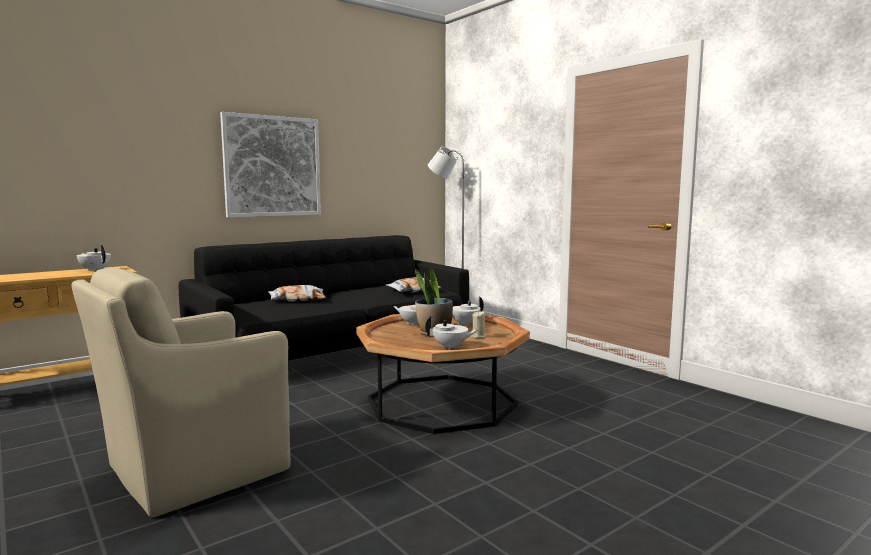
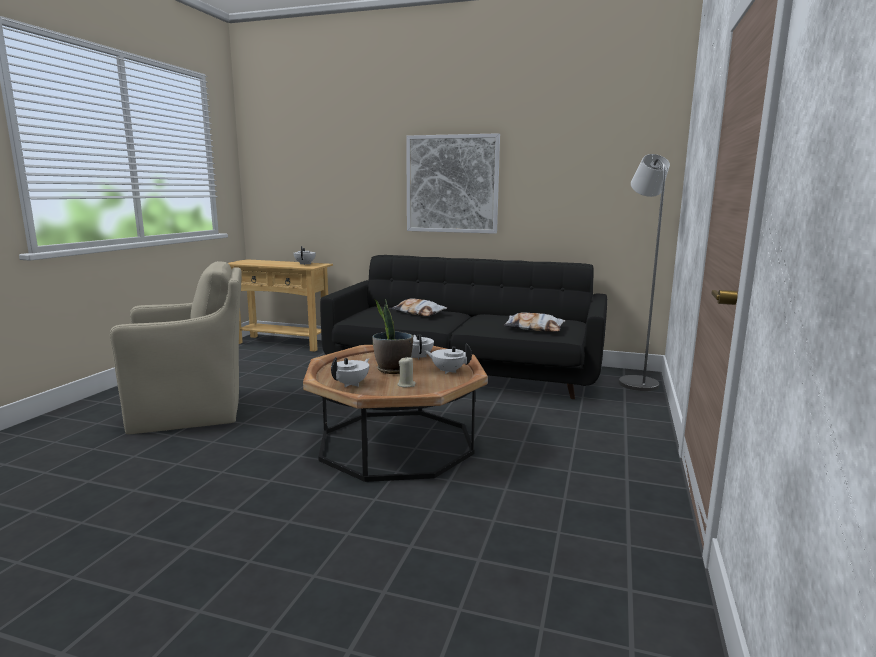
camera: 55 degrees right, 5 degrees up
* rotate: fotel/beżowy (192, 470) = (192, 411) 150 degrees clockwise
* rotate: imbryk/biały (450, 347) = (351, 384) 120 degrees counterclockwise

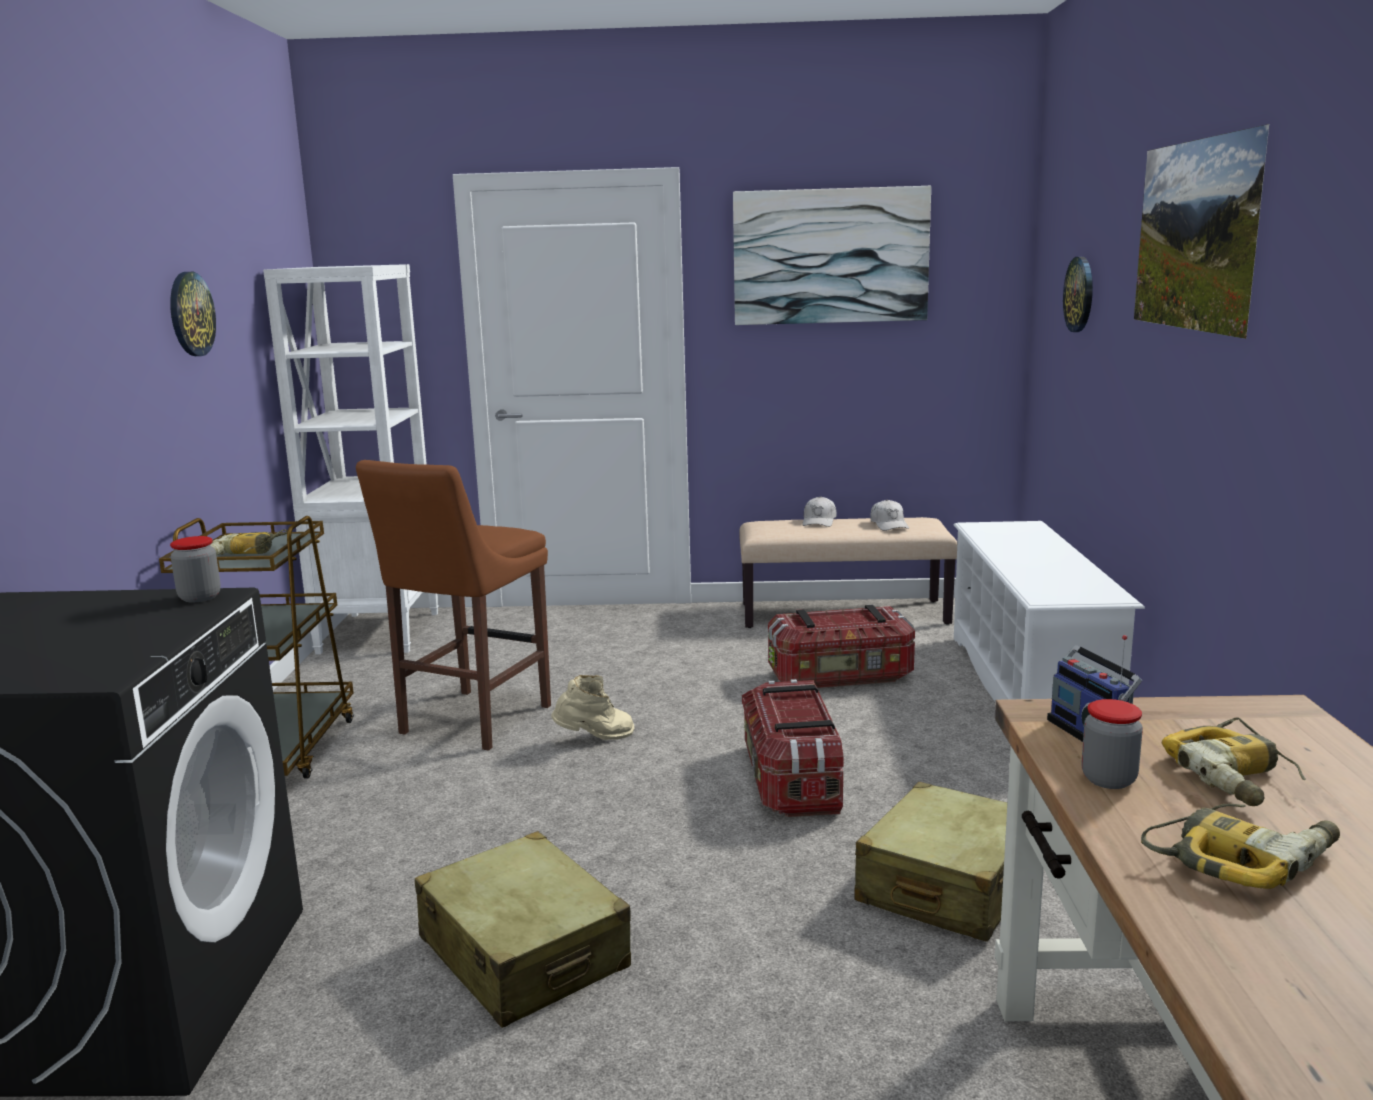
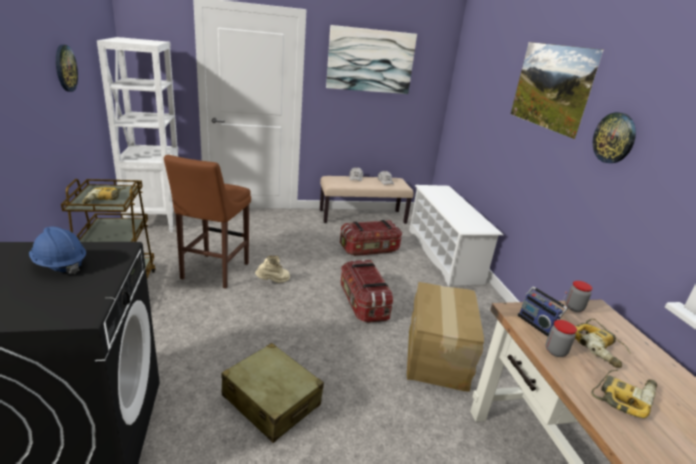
camera: 15 degrees left, 10 degrees up
* insert: kask/niebieski (60, 264)
* move: słoik (200, 597) to (574, 308)
* move: zegar ścienny (1080, 294) to (614, 138)
* replace: walizka/beżowy (948, 886) to karton (438, 356)

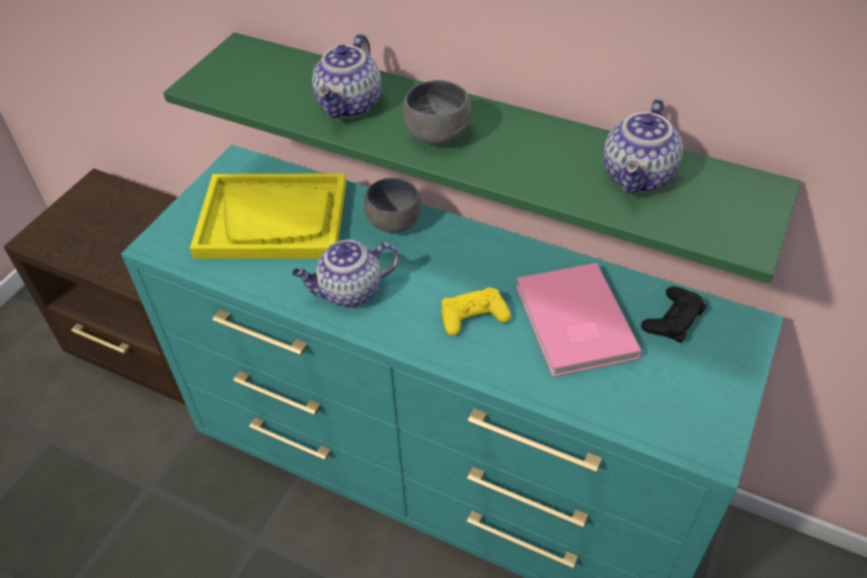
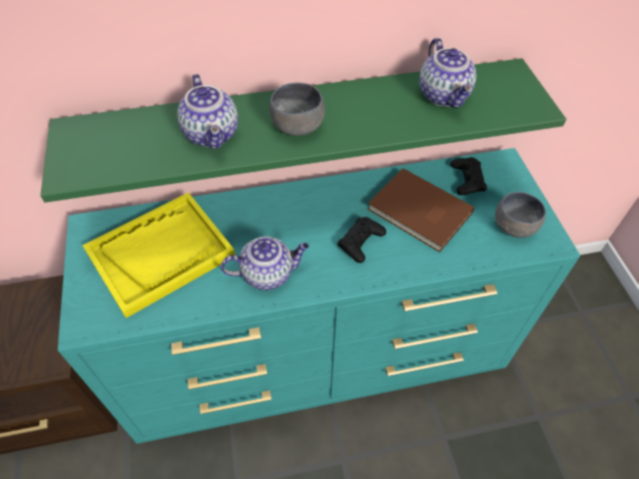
camera: 40 degrees left, 5 degrees up
* move: miska/szary (396, 223) to (514, 226)
* recolor: pad do gier/żółty (473, 315) to pad do gier/czarny (361, 242)
* recolor: książka/różowy (572, 323) to książka/brązowy (419, 213)
* rotate: imbryk (349, 292) = (268, 274) 135 degrees counterclockwise

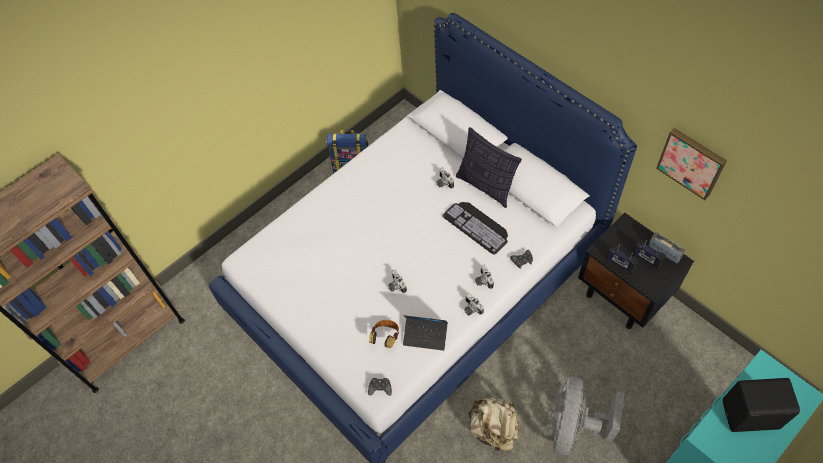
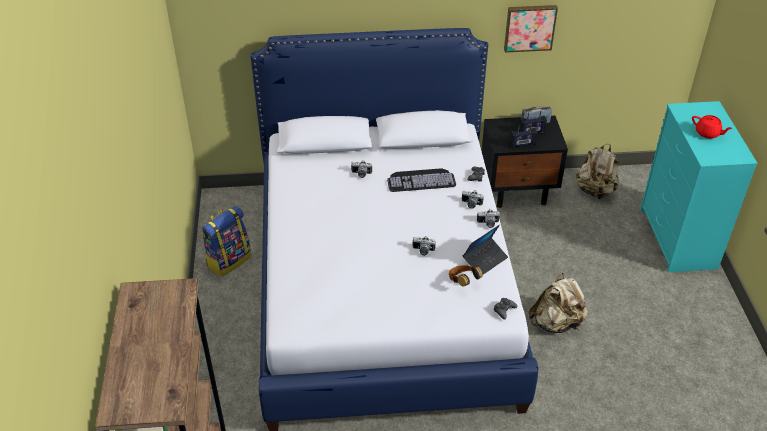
camera: 55 degrees left, 15 degrees down
* delete: poduszka (486, 186)
* delete: wentylator/szary (573, 427)
* insert: plecak/beżowy (595, 190)
* replace: głośnik/czarny (751, 416) to imbryk/czerwony (708, 133)

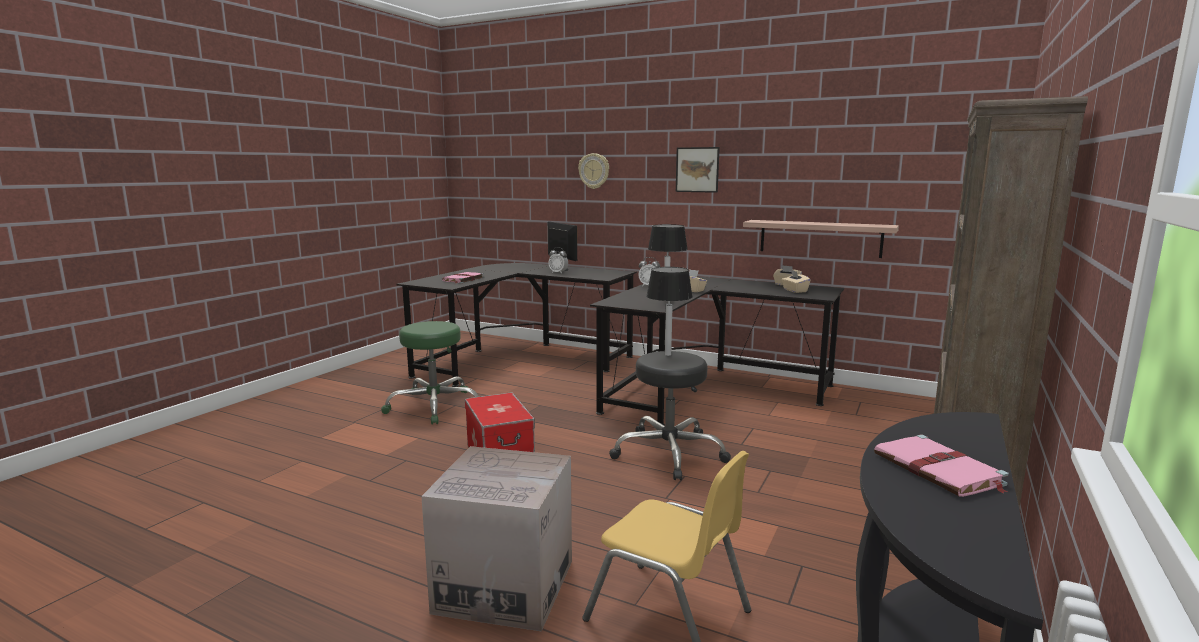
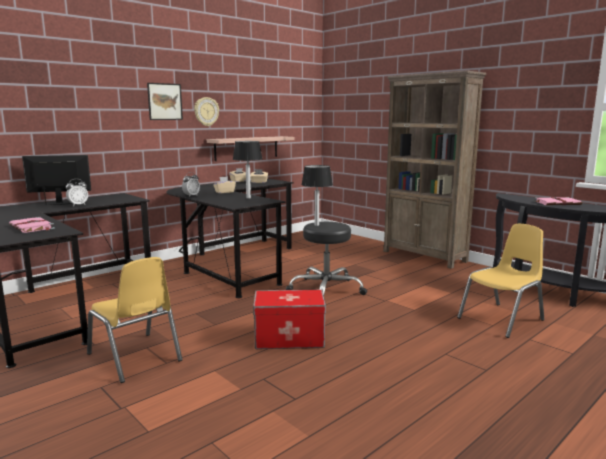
camera: 70 degrees left, 0 degrees up
* delete: karton (505, 586)
* move: zegar ścienny (594, 171) to (206, 111)
* replace: stołek/zielony (435, 406) to krzesło/żółty (135, 357)

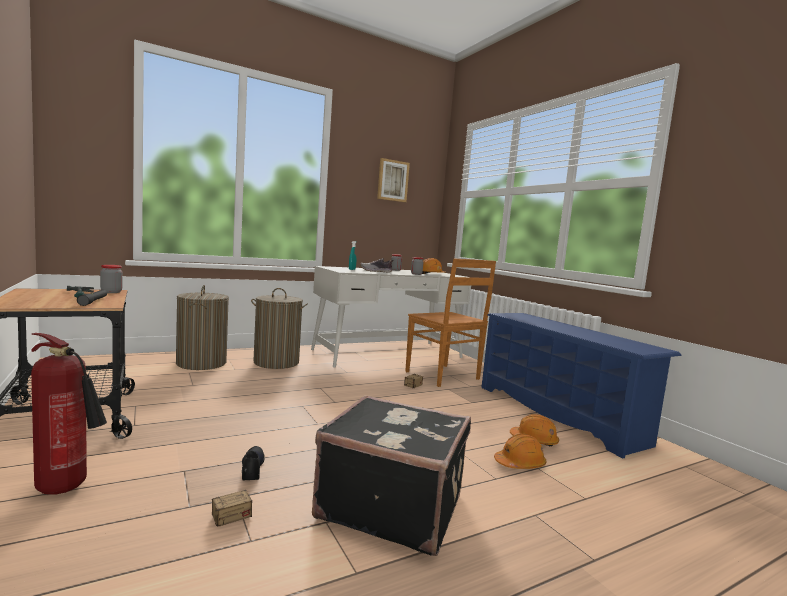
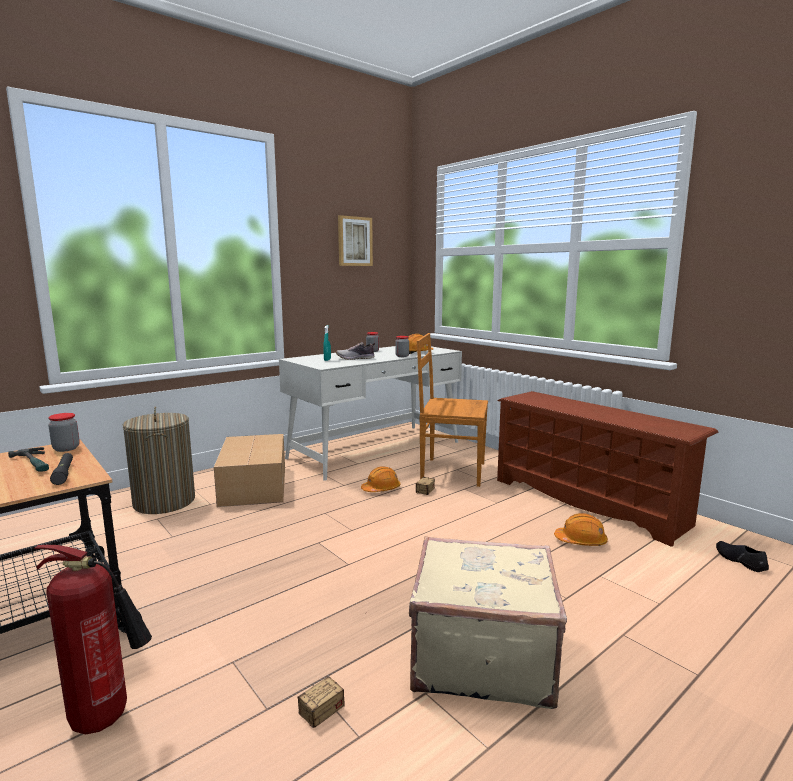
camera: 10 degrees left, 5 degrees up
* move: but/czarny (252, 467) to (740, 560)
* move: kask/pomarańczowy (520, 464) to (381, 489)
* replace: kosz na pranie (276, 362) to karton (254, 484)
* recolor: walizka/czarny (391, 504) to walizka/beżowy (481, 655)
* recolor: regał na buty/niebieski (559, 414) to regał na buty/brązowy (589, 501)
* rotate: krzesło/brązowy (443, 376) = (451, 471) 150 degrees clockwise

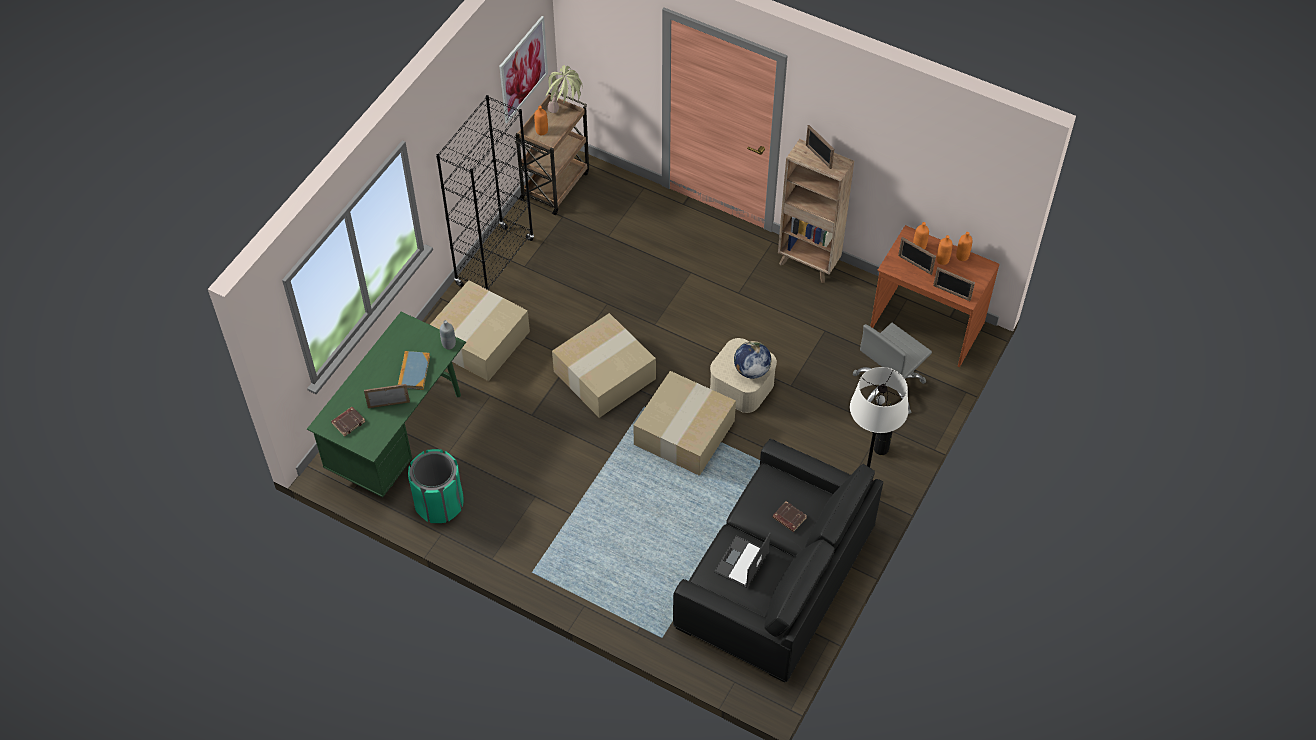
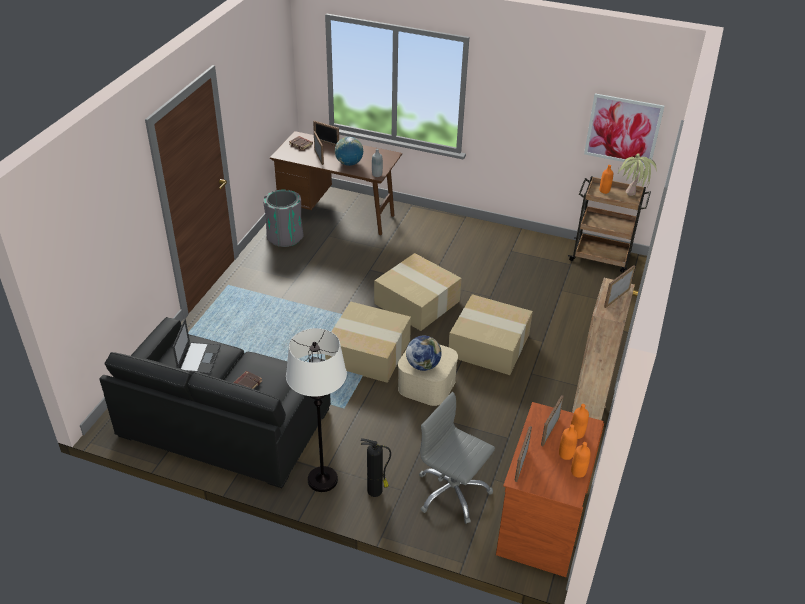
camera: 80 degrees right, 15 degrees down
* delete: regał/czarny (495, 262)
* insert: ramka na zdjęcie (326, 143)
* move: karton (479, 339) to (490, 345)
* replace: książka (414, 371) to globus (349, 163)
* recolor: biurko/zielony (399, 437) to biurko/brązowy (338, 214)
* recolor: kosz na śmieci/zielony (439, 503) to kosz na śmieci/szary (285, 237)
* rotate: laptop (741, 563) = (199, 358) 75 degrees clockwise

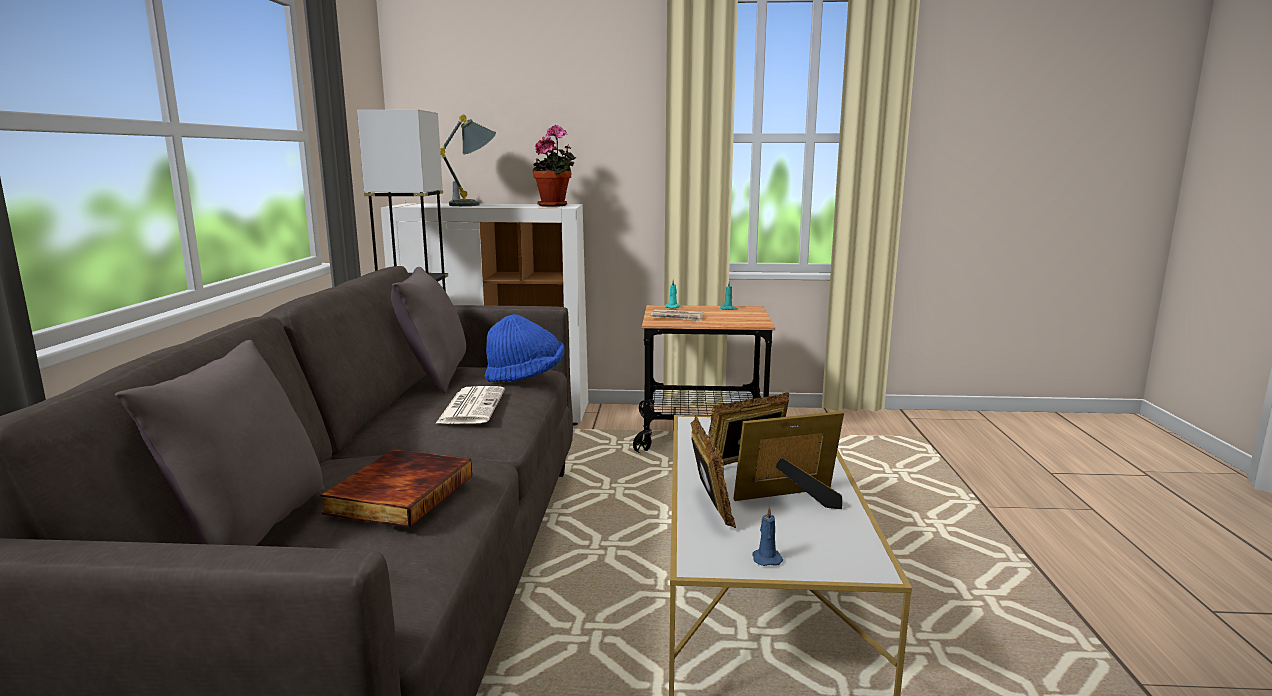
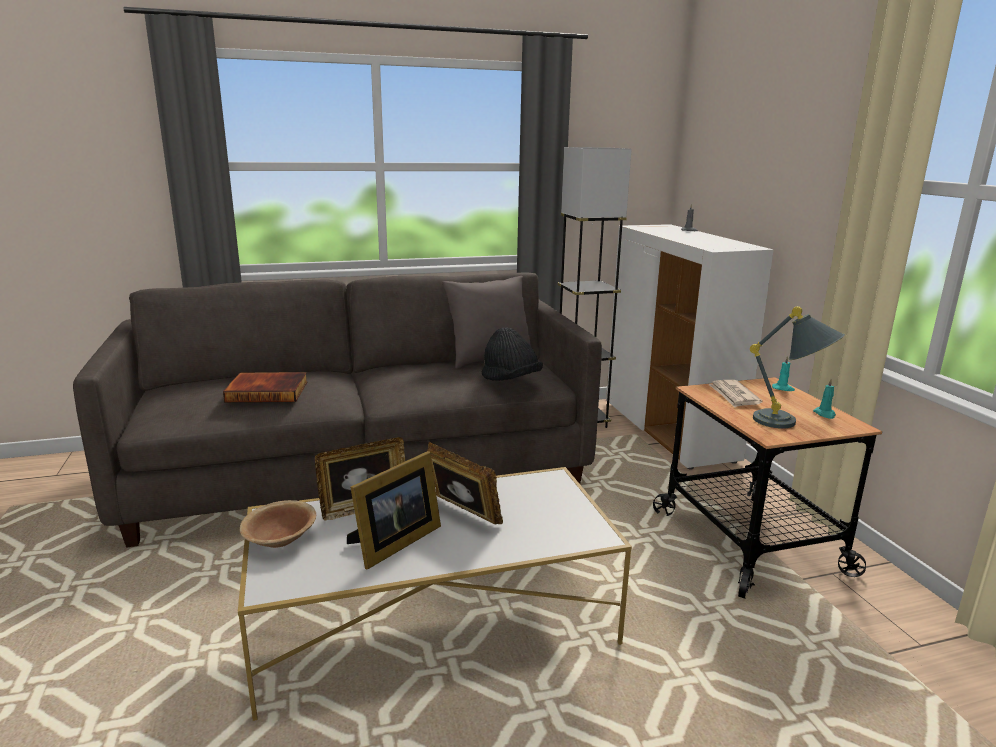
camera: 70 degrees right, 5 degrees up
* delete: poduszka/szary (249, 534)
* delete: gazeta (471, 406)
* delete: roślina doniczkowa (555, 205)
* move: lampa stołowa/szary (475, 205) to (790, 424)
* replace: świeca/niebieski (766, 558) to miska/brązowy (280, 539)
* recolor: kapelusz/niebieski (525, 376) to kapelusz/czarny (510, 381)
* rotate: ramka na zdjęcie (792, 499) = (393, 543) 75 degrees clockwise

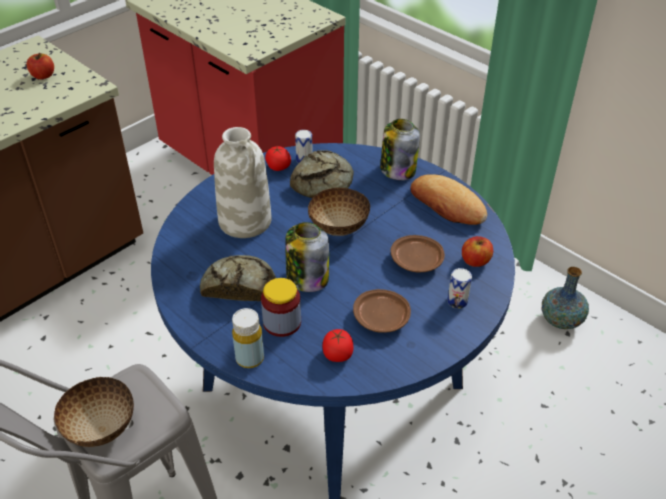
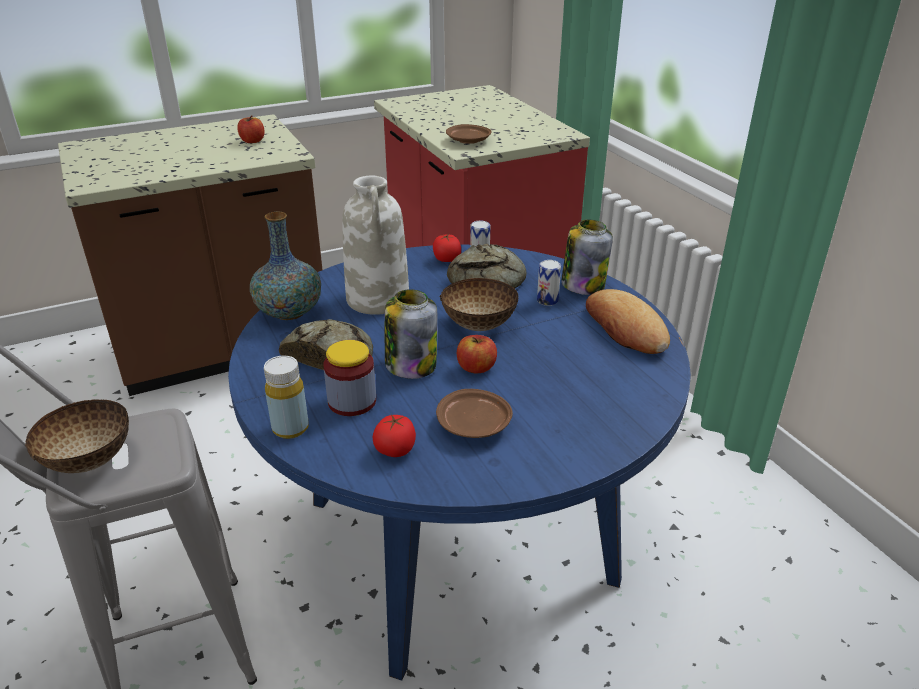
camera: 20 degrees right, 10 degrees down
* move: talerz/brązowy (417, 261) to (468, 141)
* move: puszka (457, 301) to (547, 300)
* move: jabłko (475, 261) to (476, 368)
* move: wazon (561, 320) to (289, 312)

